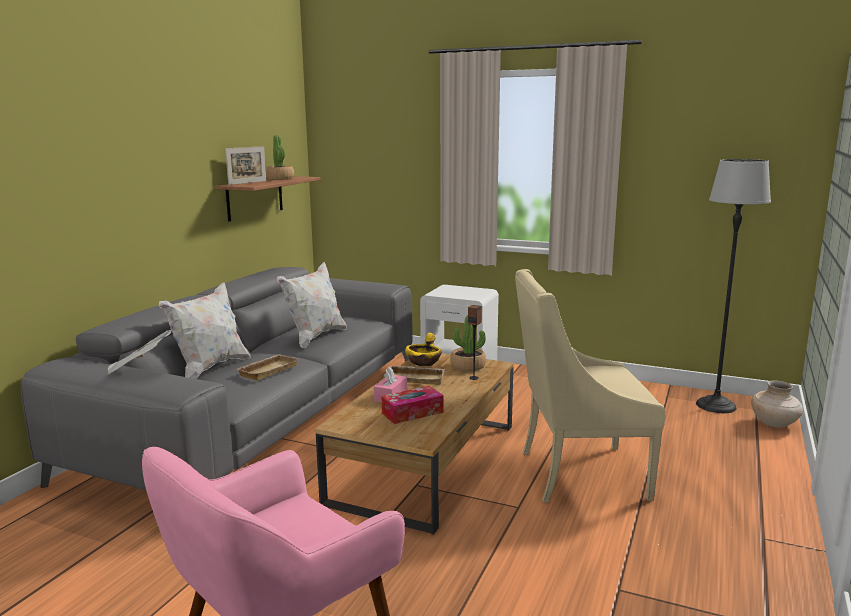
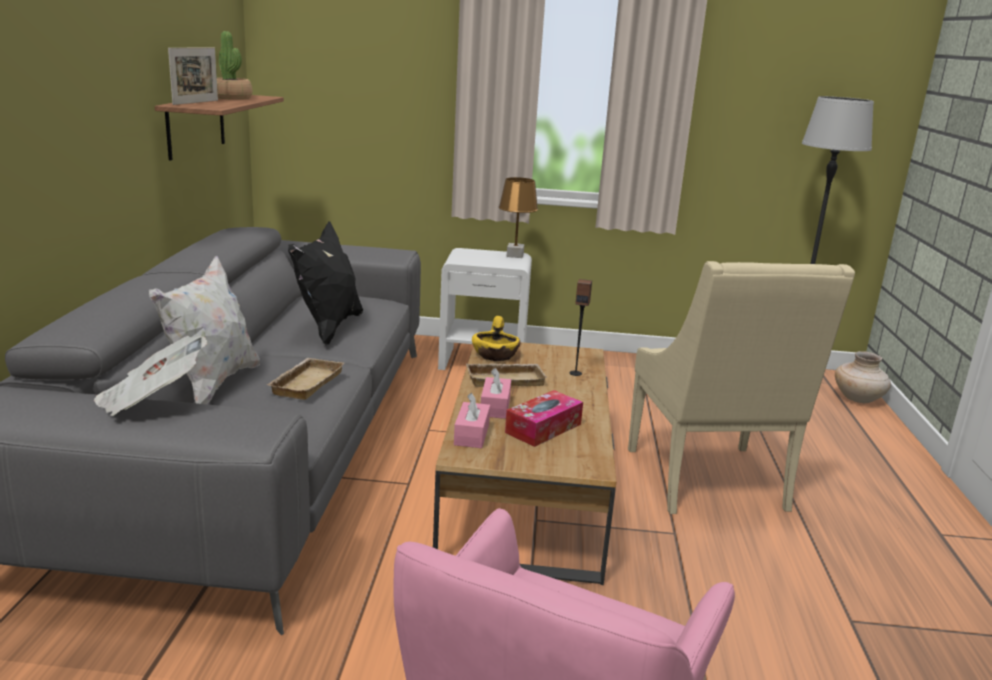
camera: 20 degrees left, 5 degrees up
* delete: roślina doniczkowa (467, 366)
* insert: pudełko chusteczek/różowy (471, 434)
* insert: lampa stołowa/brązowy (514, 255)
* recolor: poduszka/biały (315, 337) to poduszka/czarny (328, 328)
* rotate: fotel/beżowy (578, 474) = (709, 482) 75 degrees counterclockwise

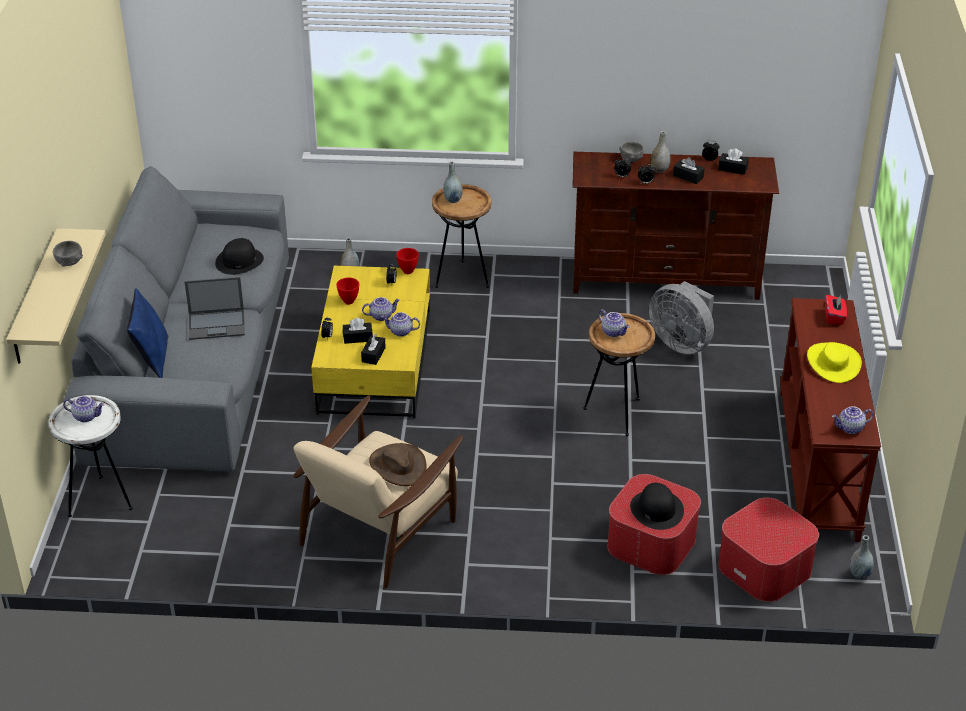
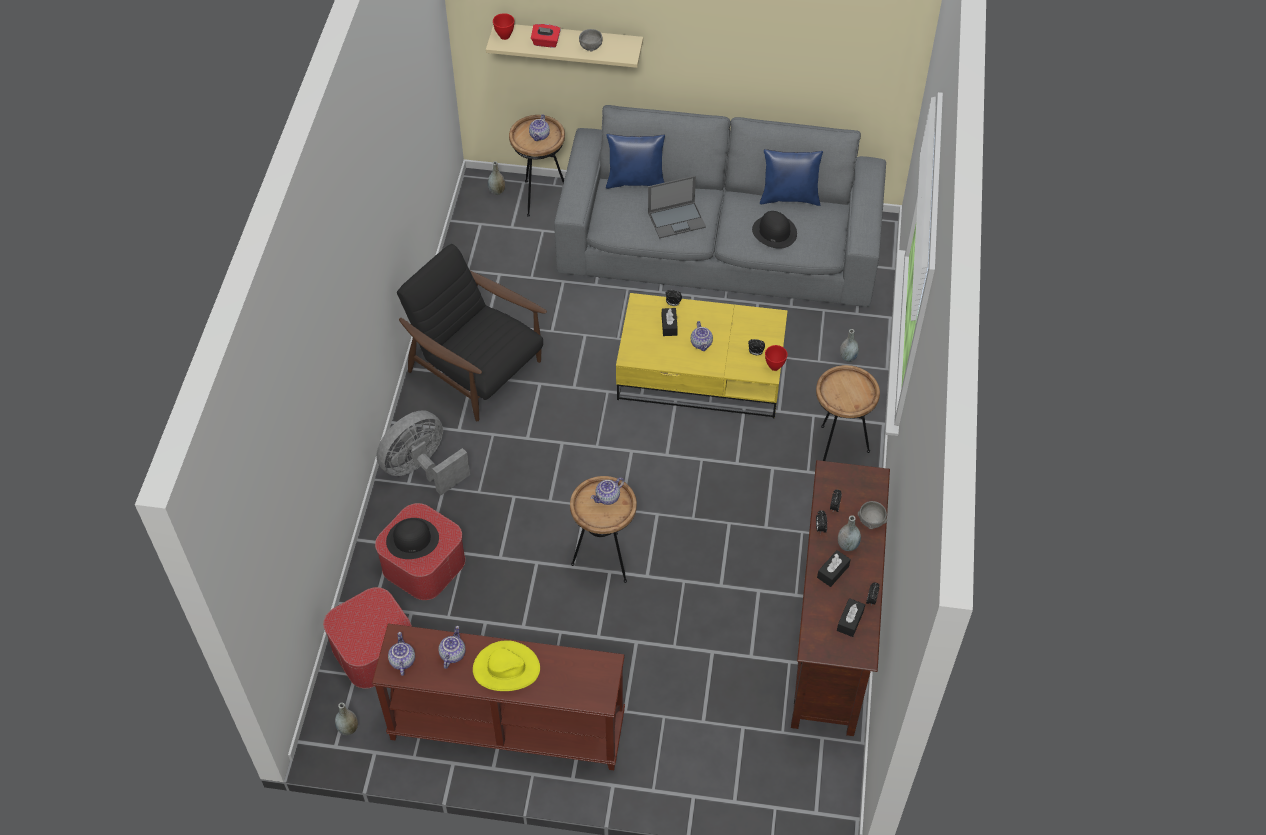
camera: 95 degrees right, 15 degrees up
* delete: pudełko chusteczek/czarny (373, 355)
* delete: kapelusz/brązowy (397, 466)
* insert: poduszka/niebieski (789, 197)
* move: miska/czerwony (349, 301) to (505, 36)
* move: imbryk (400, 332) to (452, 654)
* move: wazon/szary (453, 200) to (497, 191)
* move: wentylator/szary (682, 342) to (422, 469)
* move: pudełko chusteczek/czerwony (834, 317) to (546, 42)
* recolor: stolik/biały (100, 500) to stolik/brązowy (541, 197)
* recolor: fotel/beżowy (379, 528) to fotel/czarny (477, 369)
* rotate: laptop (217, 324) = (677, 219) 105 degrees counterclockwise

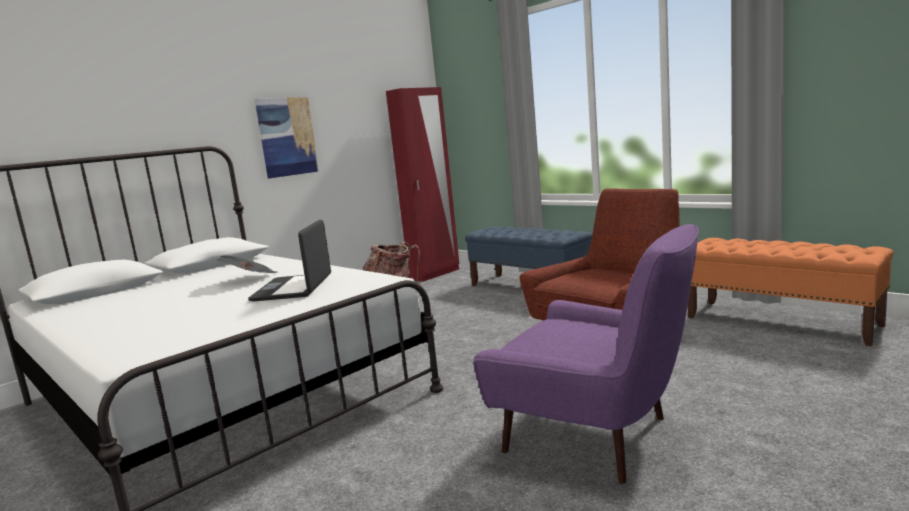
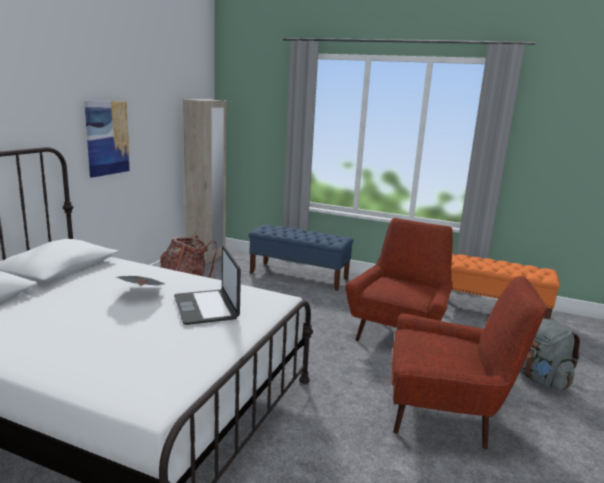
camera: 25 degrees left, 5 degrees up
* insert: plecak/szary (540, 379)
* recolor: szafa/czerwony (435, 274) to szafa/beżowy (206, 259)
* recolor: fotel/fioletowy (596, 437) to fotel/czerwony (445, 414)

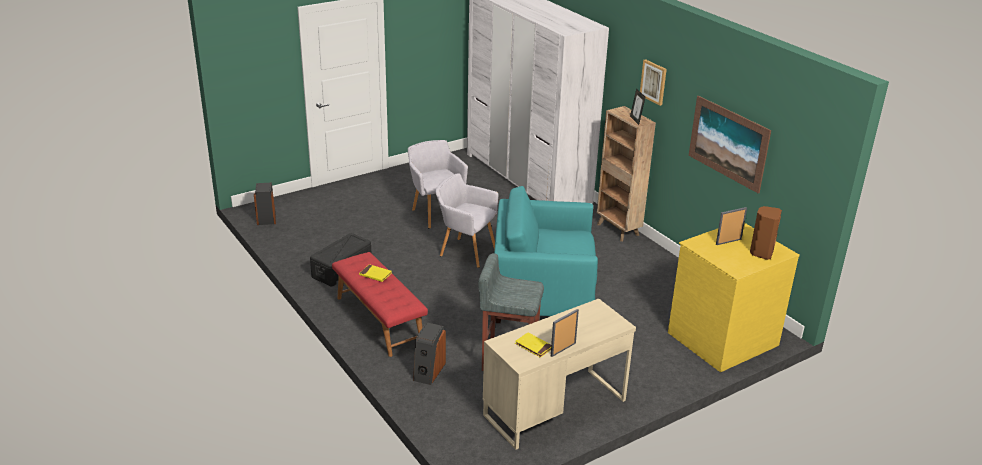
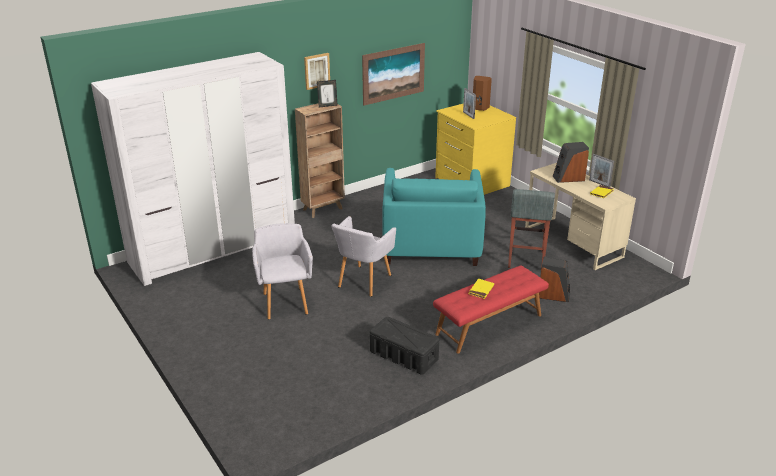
camera: 90 degrees left, 0 degrees up
* move: głośnik (267, 217) to (568, 178)
* rotate: fotel/szary (436, 213) = (285, 301) 105 degrees clockwise

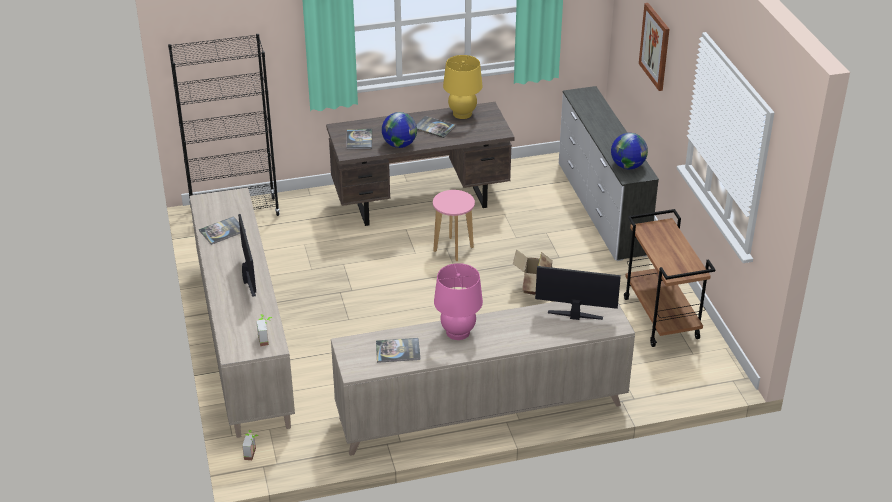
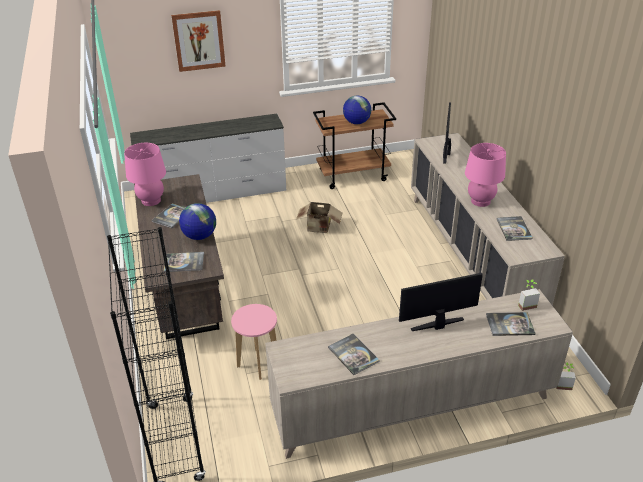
camera: 90 degrees left, 0 degrees up
* insert: książka (510, 324)
* move: stołek/różowy (453, 249) to (258, 364)
* move: globus (627, 166) to (356, 122)
* recolor: lampa stołowa/żółty (462, 114) to lampa stołowa/różowy (151, 200)

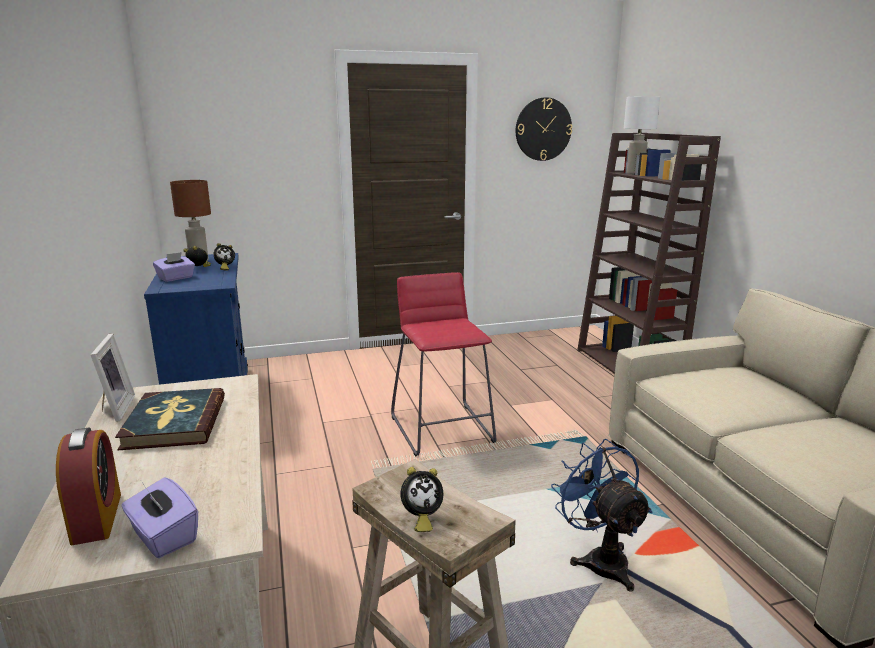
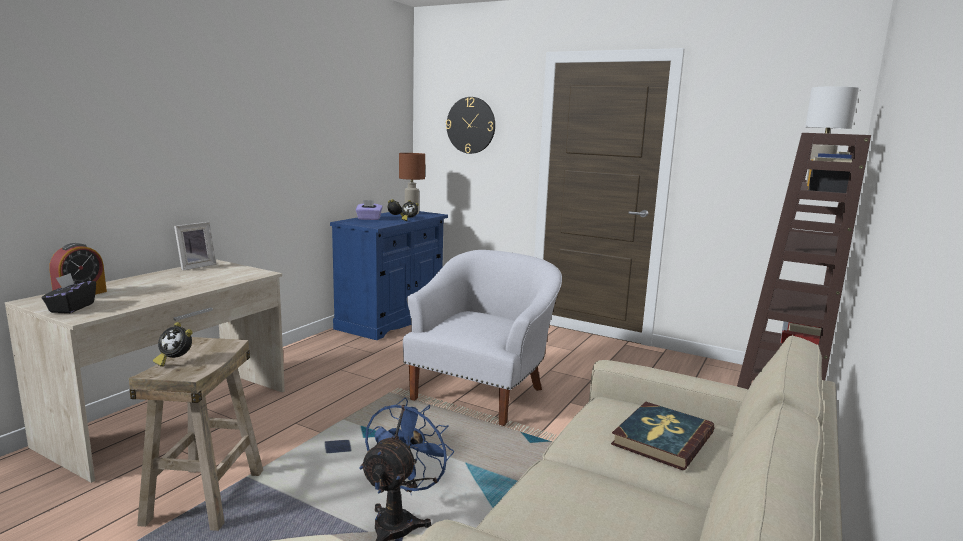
camera: 45 degrees right, 5 degrees down
* move: książka (174, 423) to (662, 438)
* move: zegar ścienny (543, 129) to (471, 125)
* replace: stołek/czerwony (442, 429) to fotel/biały (482, 392)
* recolor: pudełko chusteczek/fioletowy (163, 537) to pudełko chusteczek/czarny (71, 308)

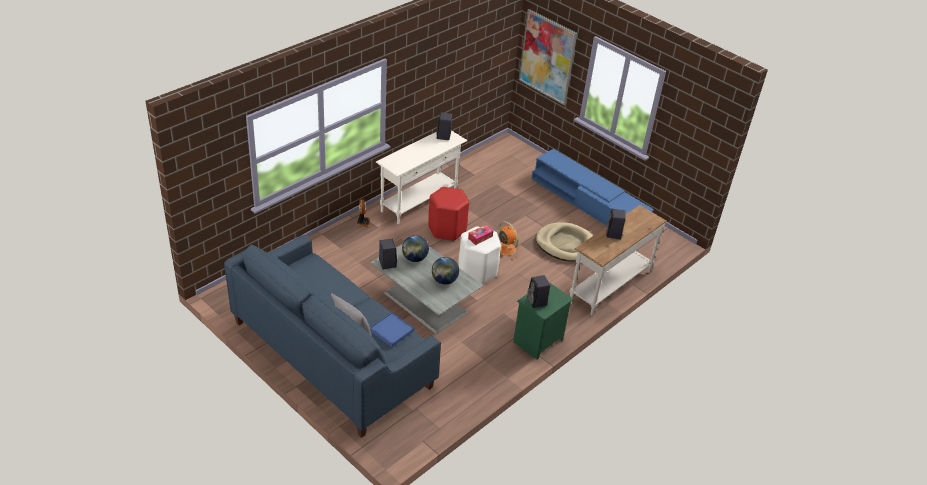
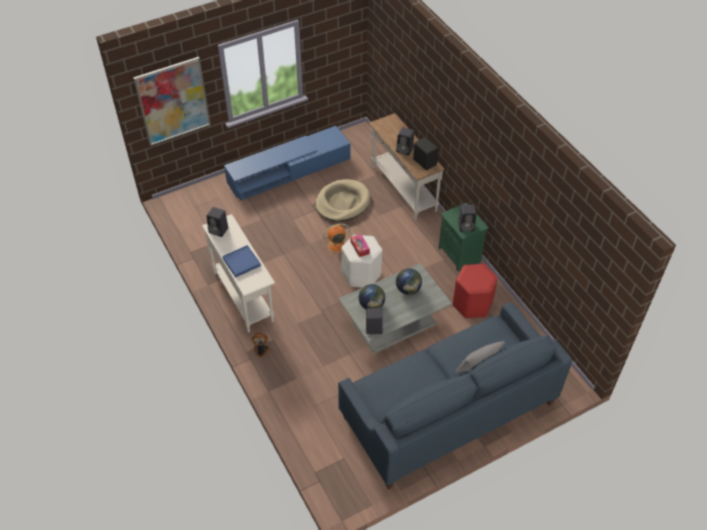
camera: 70 degrees left, 10 degrees up
* insert: głośnik/czarny (425, 162)
* move: taca/niebieski (391, 331) to (241, 262)
* move: stołek/czerwony (447, 229) to (472, 304)

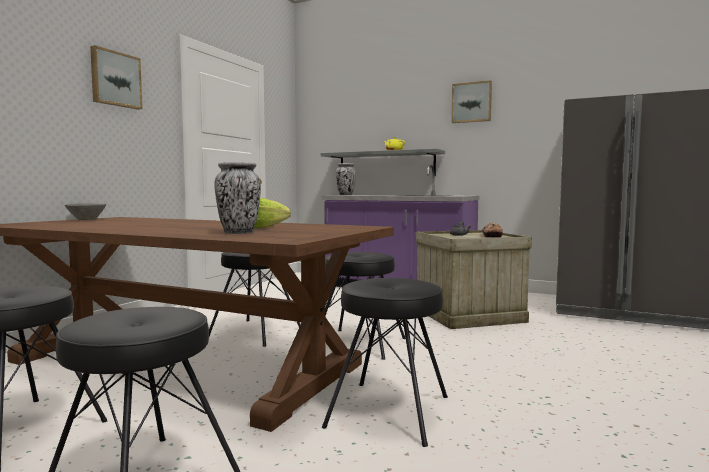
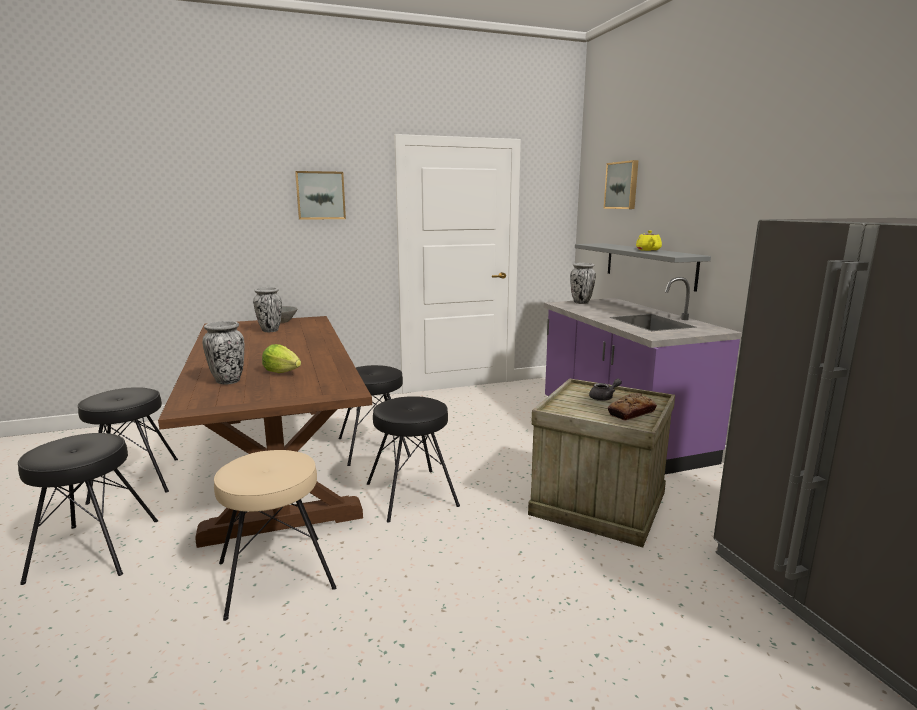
camera: 45 degrees right, 10 degrees up
* insert: wazon (270, 330)
* move: obraz (471, 102) to (622, 185)
* recolor: stołek/czarny (390, 411) to stołek/beżowy (276, 576)

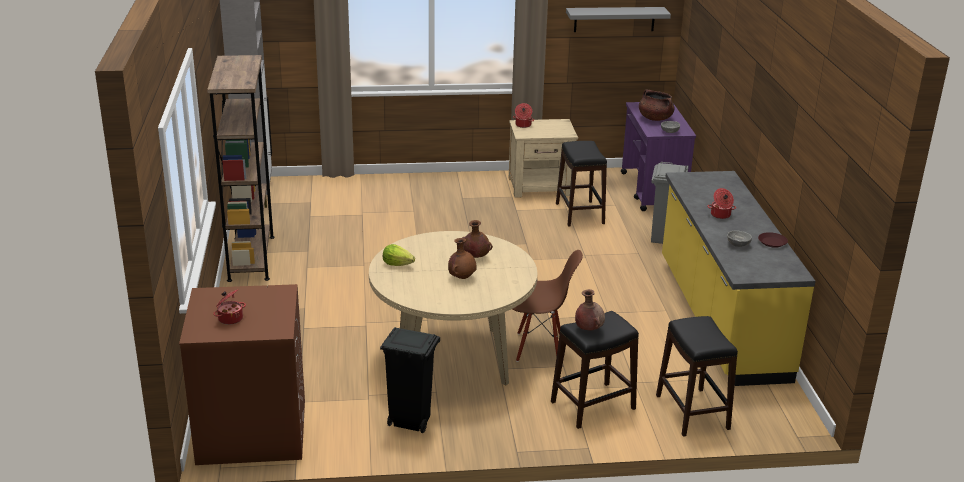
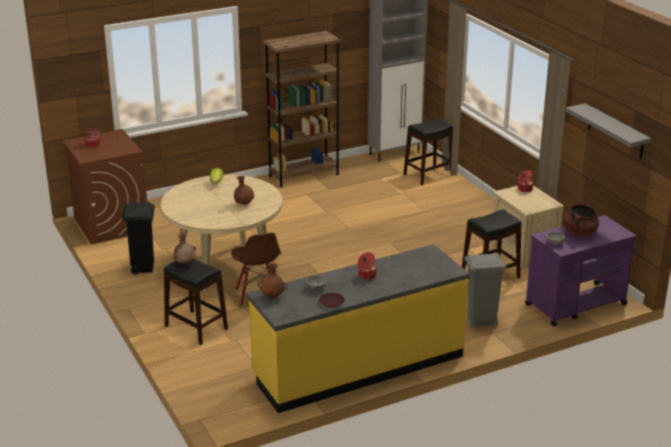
camera: 70 degrees right, 0 degrees up
* move: wazon/brązowy (462, 277) to (273, 296)
* move: stołek/czarny (692, 412) to (428, 175)

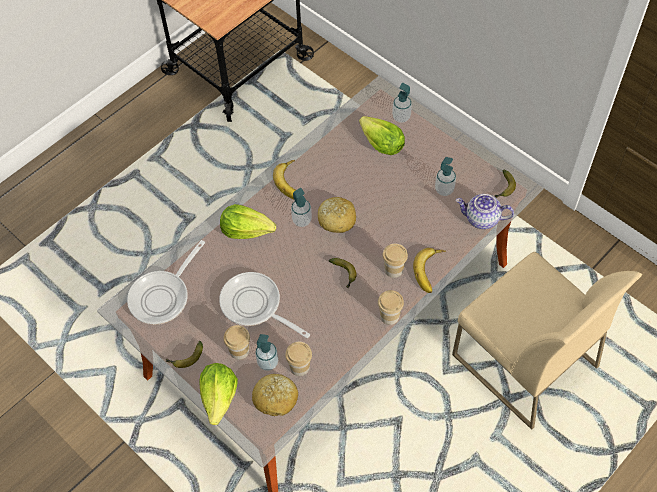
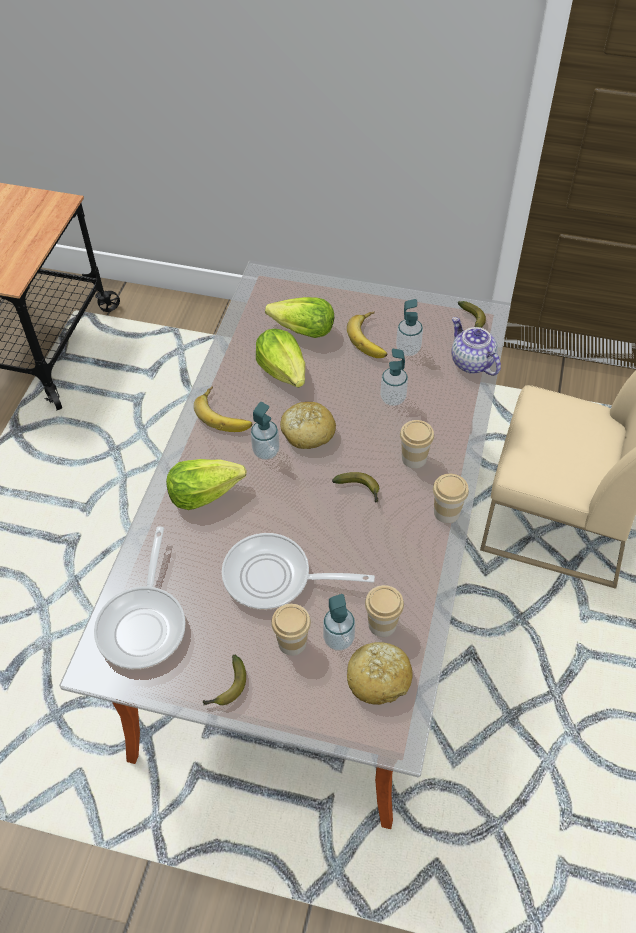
camera: 30 degrees left, 5 degrees down
* move: sałata (219, 398) to (283, 371)
* move: dozownik mydła (401, 117) to (393, 398)
* move: banan (431, 272) to (372, 338)
* rotate: imbryk (481, 219) = (471, 362) 75 degrees clockwise

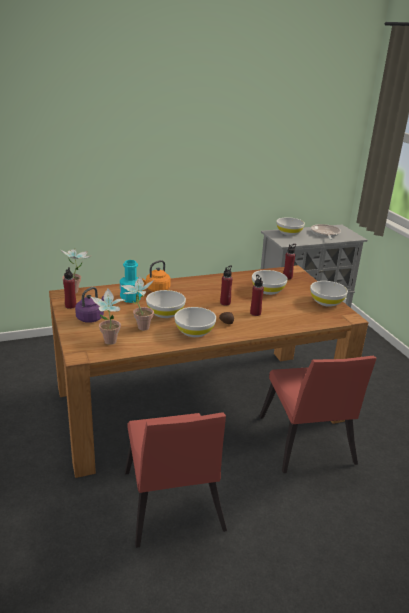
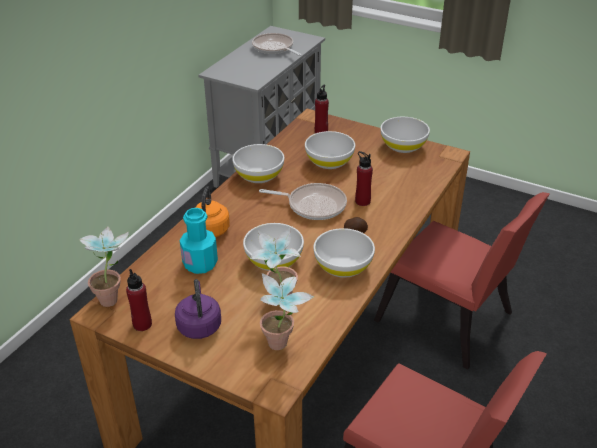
camera: 40 degrees left, 10 degrees up
* move: miska/biały (289, 233) to (259, 175)
* replace: butelka/czerwony (225, 303) to patelnia (313, 205)

